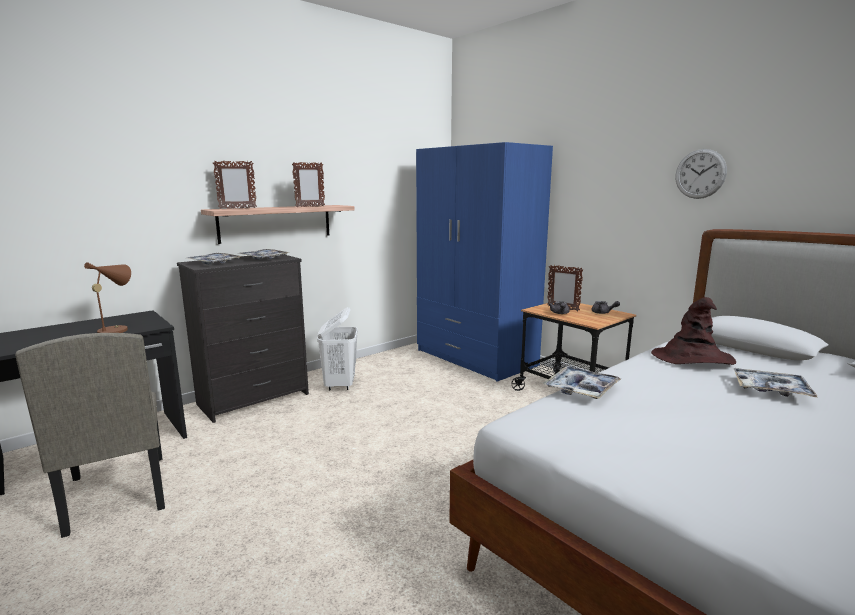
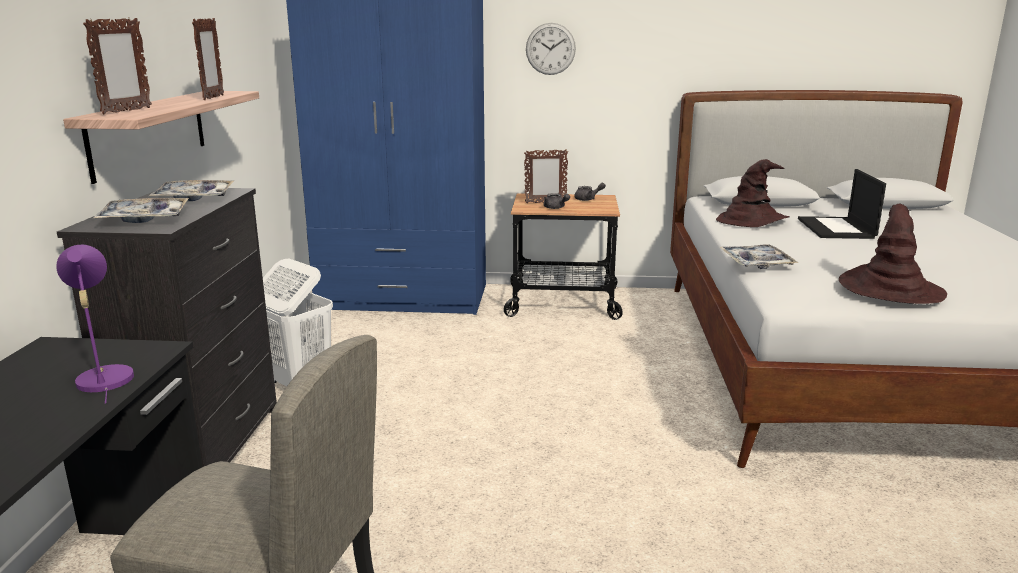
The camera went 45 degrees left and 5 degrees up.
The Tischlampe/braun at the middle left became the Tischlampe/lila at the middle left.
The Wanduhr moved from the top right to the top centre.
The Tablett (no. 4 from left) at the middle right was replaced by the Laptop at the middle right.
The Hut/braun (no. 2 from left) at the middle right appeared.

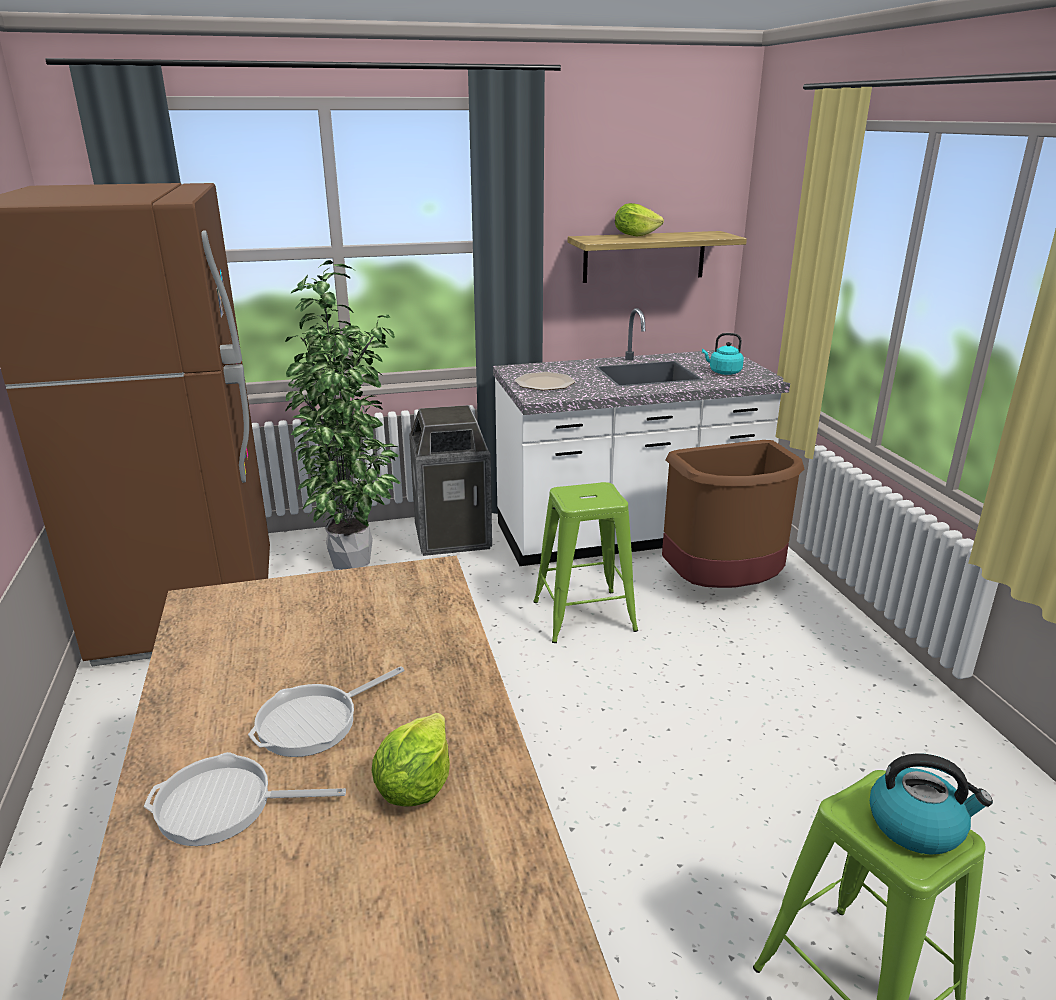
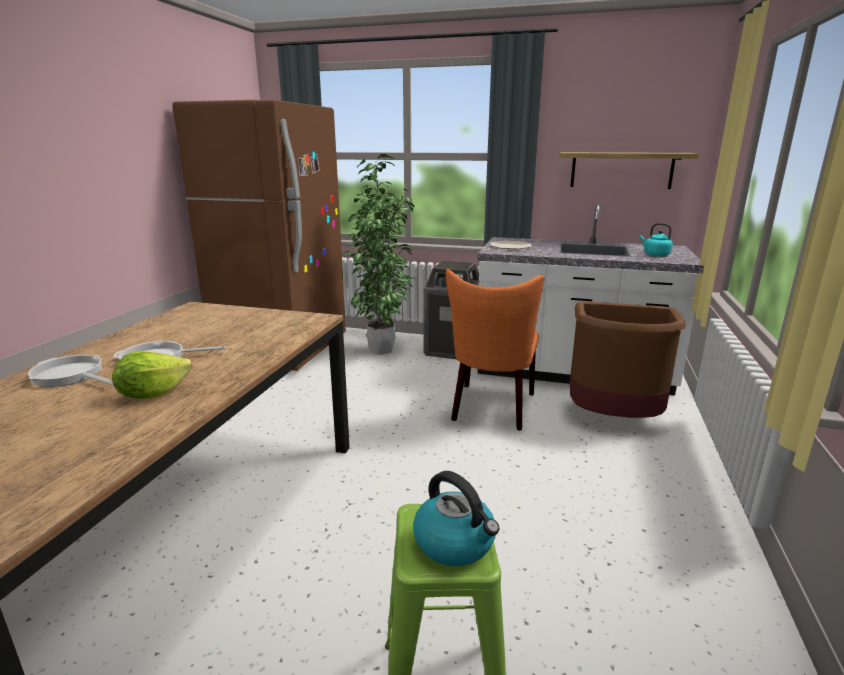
The camera went 30 degrees right and 5 degrees down.
The Hocker/grün (no. 1 from left) at the centre was replaced by the Stuhl/orange at the centre.
The Salatkopf (no. 2 from left) at the top centre disappeared.

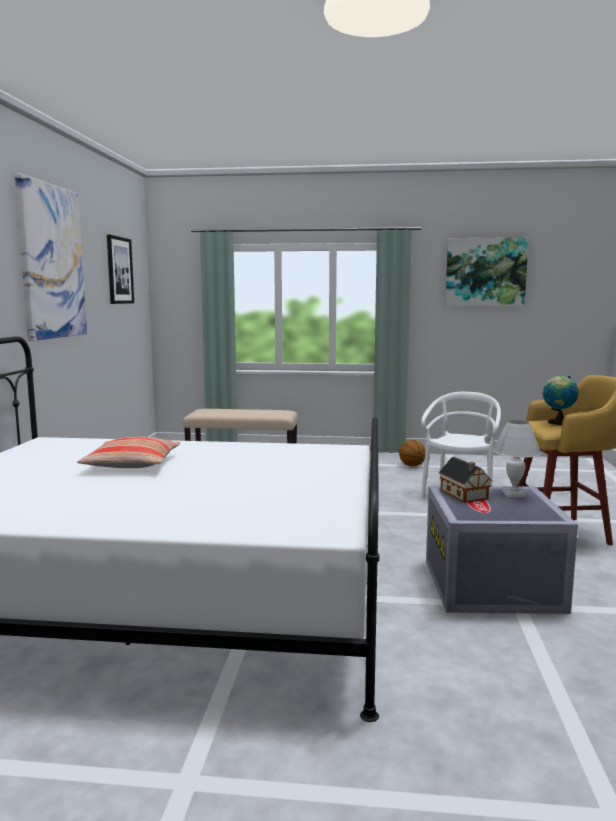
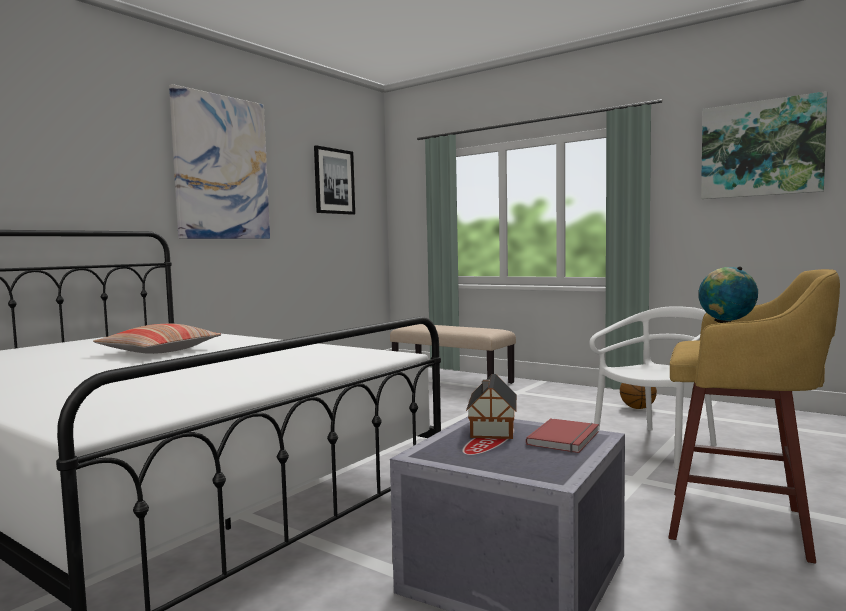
The camera went 30 degrees right and 5 degrees down.
The Tischlampe/weiß at the middle right was replaced by the Buch/rot at the bottom centre.

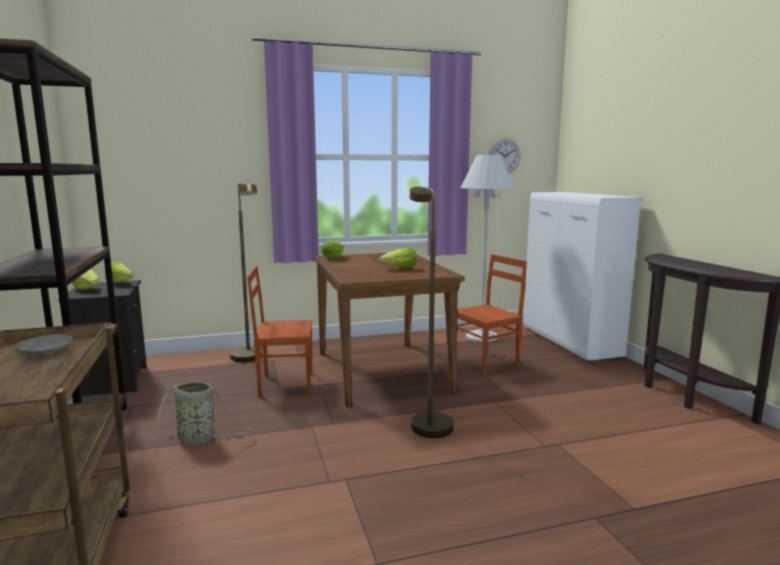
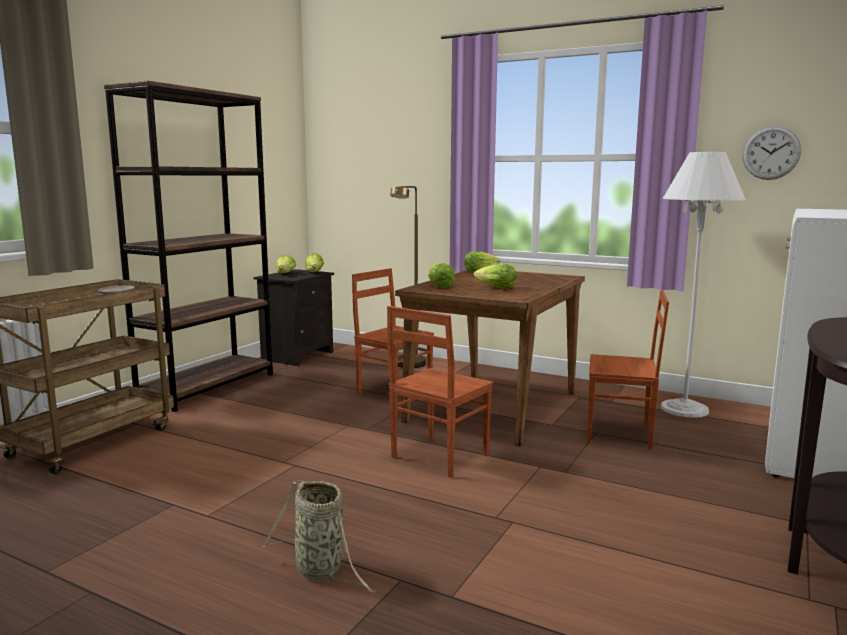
The camera went 45 degrees right and 0 degrees up.
The Korb moved from the bottom left to the bottom centre.
The Stehlampe/braun (no. 2 from left) at the centre was replaced by the Stuhl/braun (no. 2 from left) at the centre.
The Salatkopf (no. 3 from left) at the centre appeared.

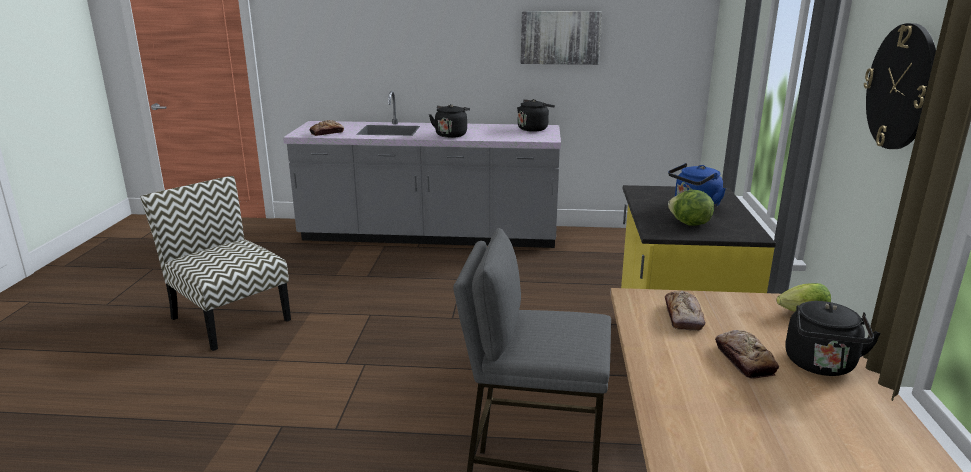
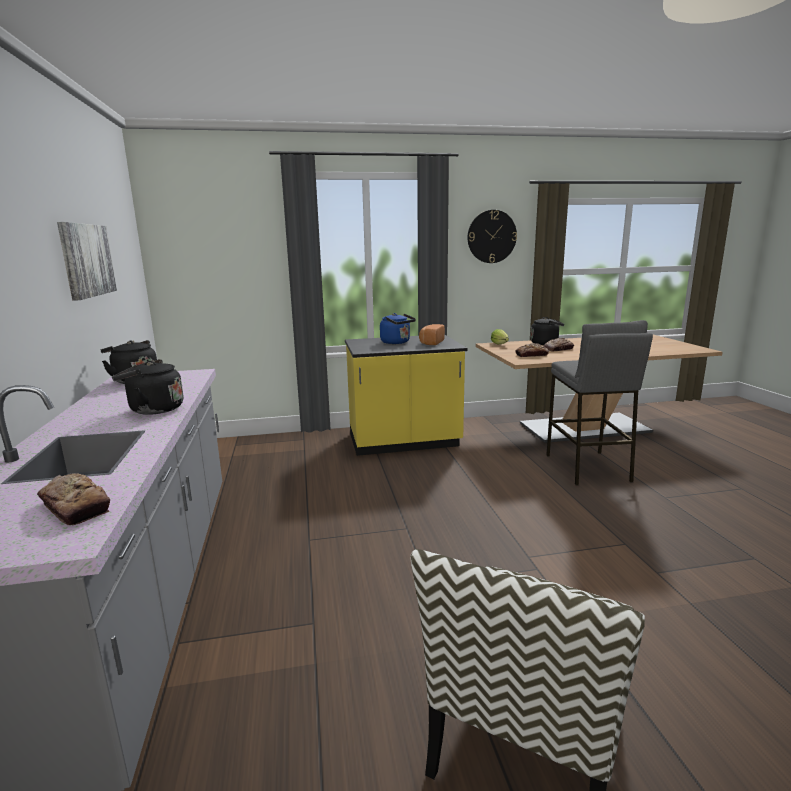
The camera went 105 degrees left and 5 degrees down.
The Salatkopf (no. 1 from left) at the middle right was replaced by the Brot (no. 2 from left) at the centre.

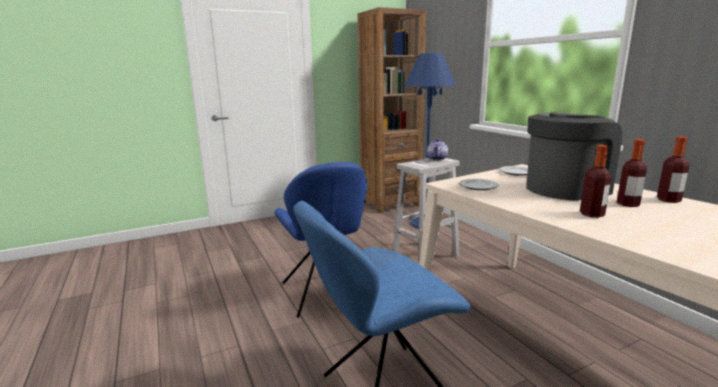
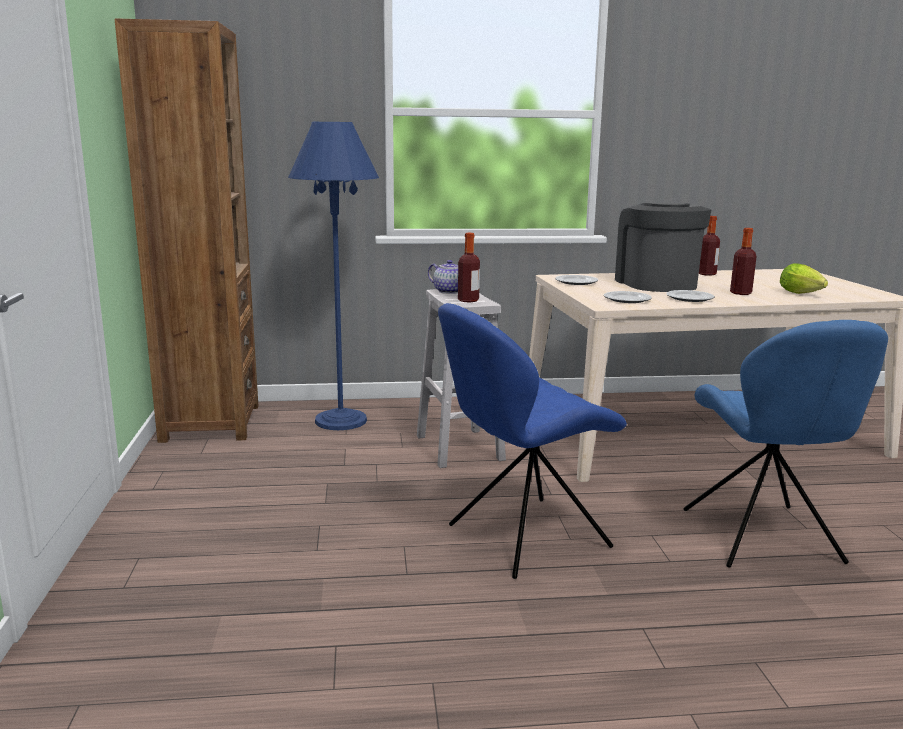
The camera went 70 degrees left and 0 degrees up.
The Stuhl/blau (no. 1 from left) at the centre turned 150 degrees clockwise.
The Flasche (no. 2 from left in the first image) moved from the middle right to the centre.
The Teller (no. 3 from left) at the middle right appeared.
The Salatkopf at the middle right appeared.

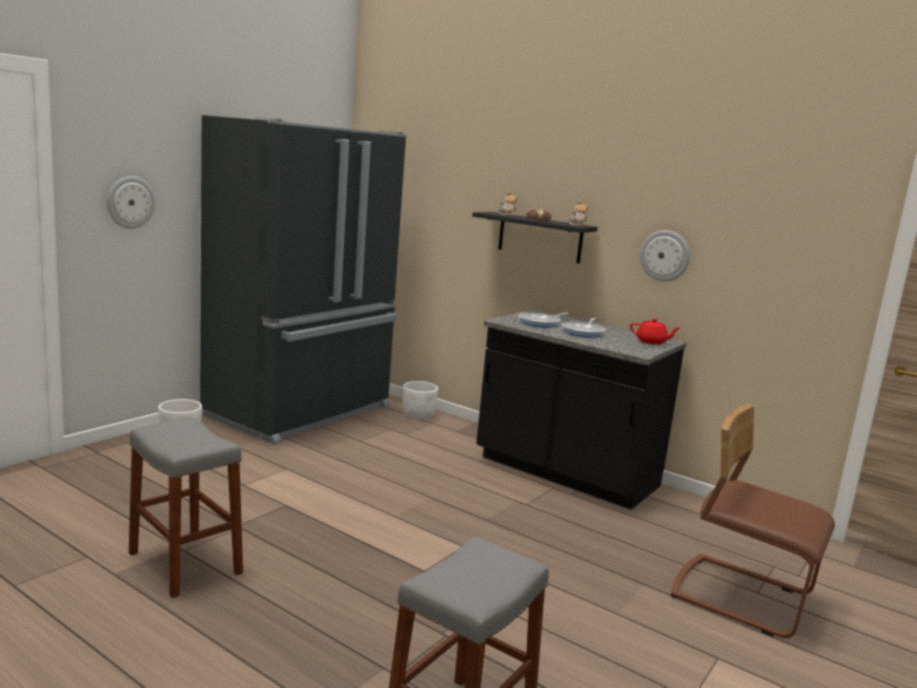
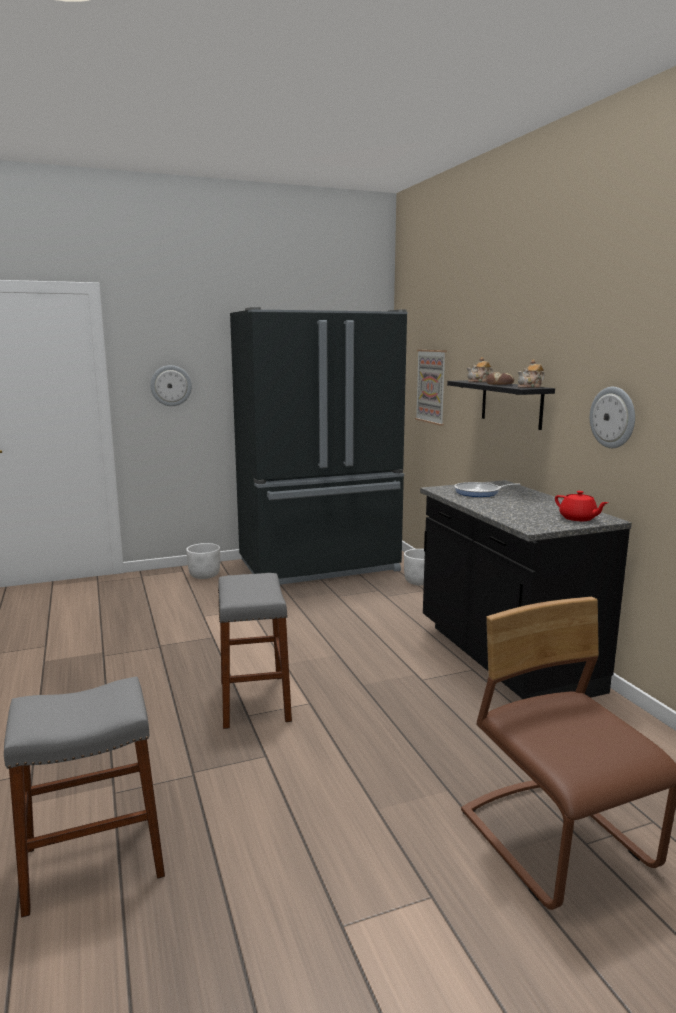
The camera went 35 degrees right and 0 degrees up.
The Hocker/grau (no. 1 from left in the first image) moved from the bottom left to the centre.
The Pfanne (no. 2 from left) at the centre disappeared.
The Bild at the centre appeared.

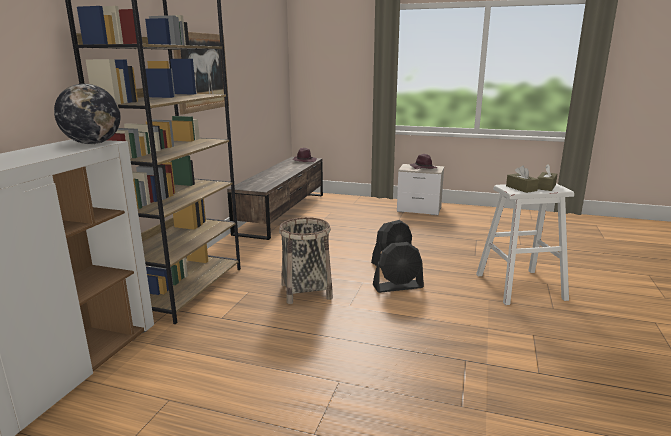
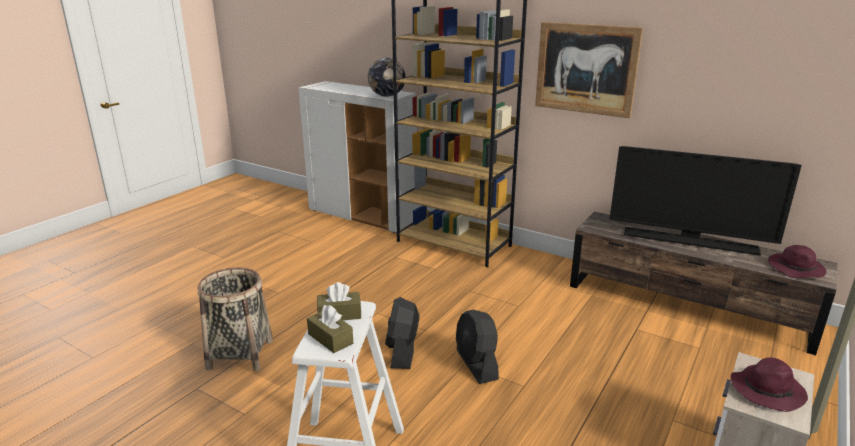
The camera went 105 degrees right and 5 degrees up.
The Korb moved from the centre to the bottom left.
The Fernseher at the middle right appeared.

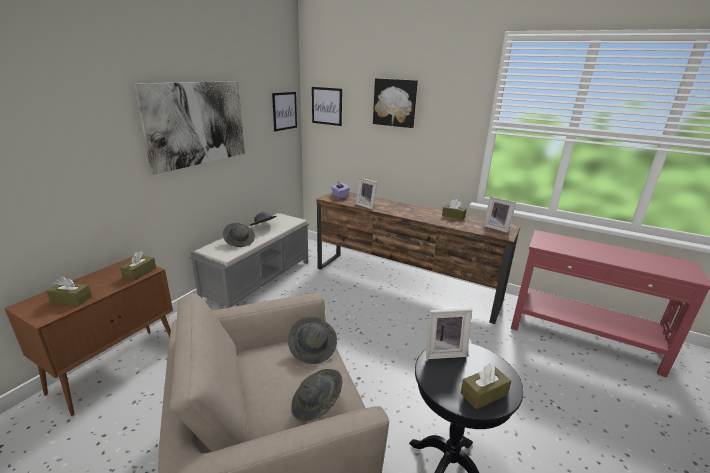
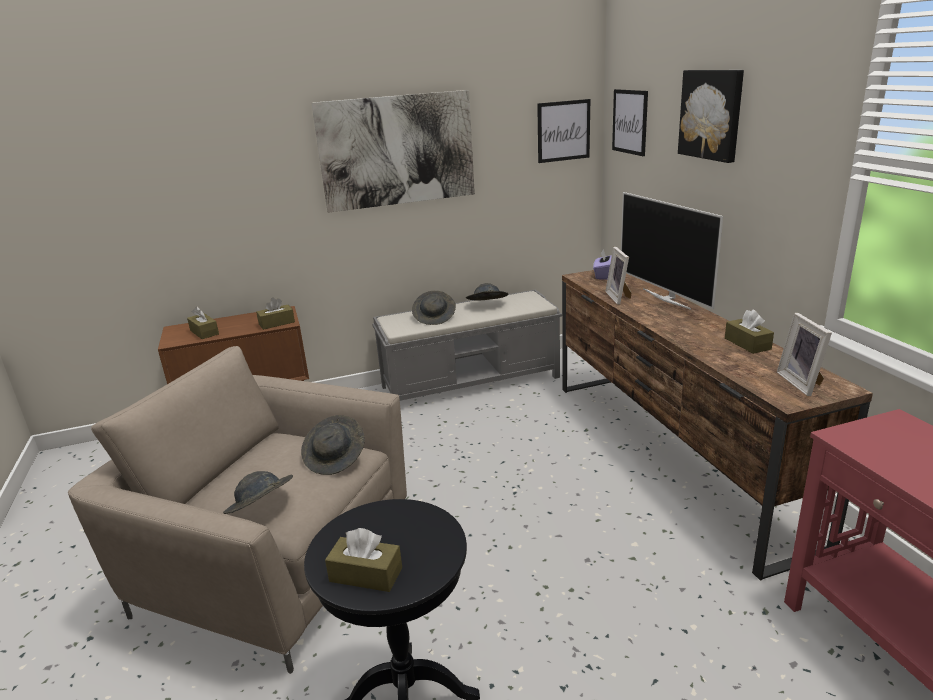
The camera went 45 degrees right and 0 degrees up.
The Bilderrahmen (no. 2 from left) at the bottom centre disappeared.
The Fernseher at the middle right appeared.

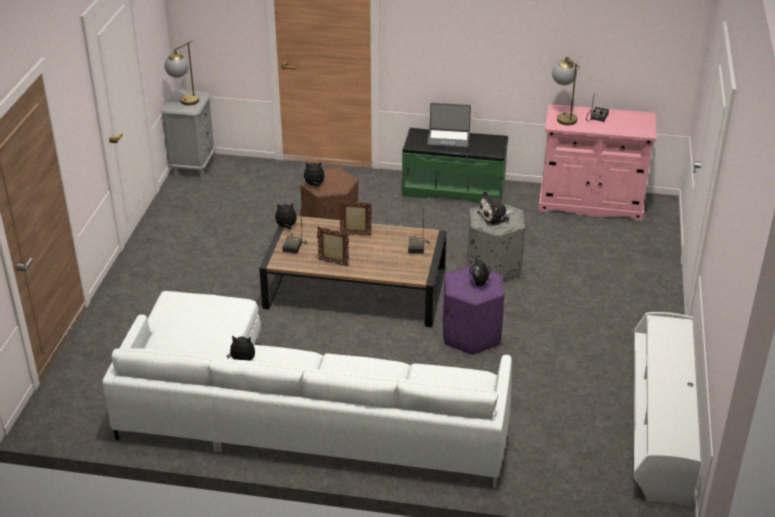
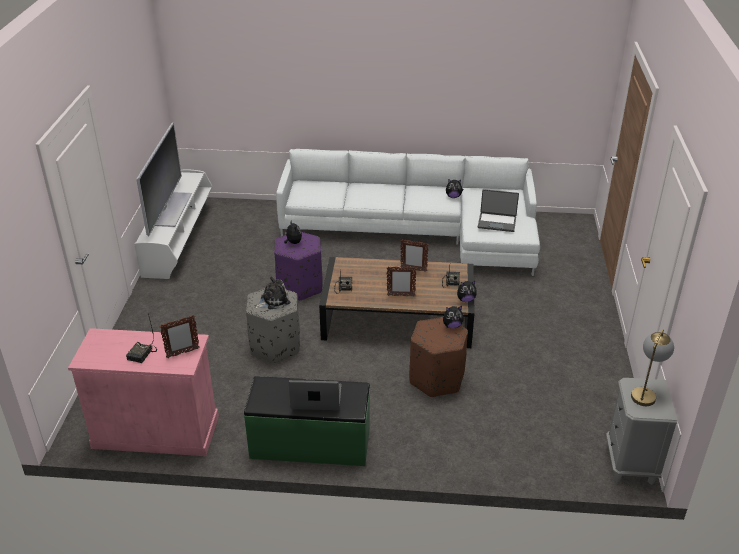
The camera went 175 degrees right and 0 degrees up.
The Tischlampe (no. 2 from left) at the top right was replaced by the Bilderrahmen (no. 1 from left) at the middle left.
The Fernseher at the top left appeared.
The Laptop (no. 2 from left) at the middle right appeared.

